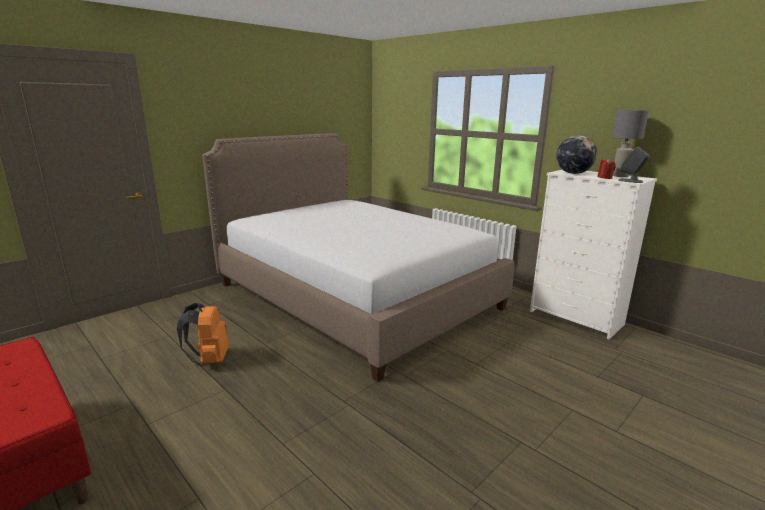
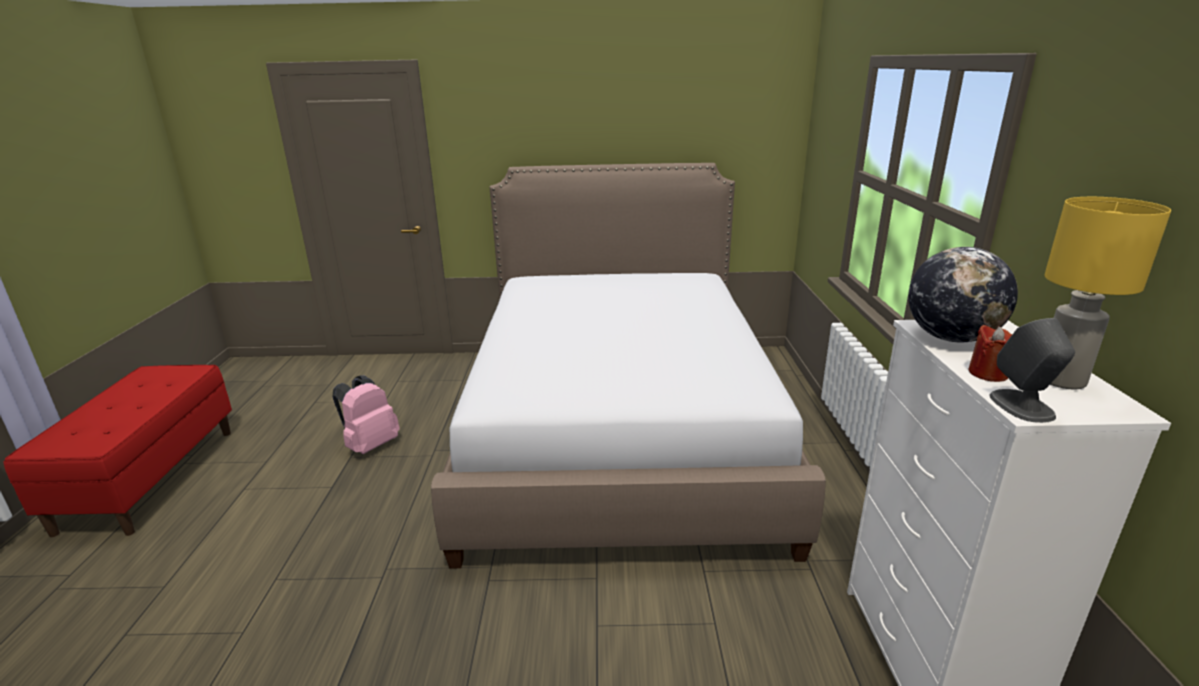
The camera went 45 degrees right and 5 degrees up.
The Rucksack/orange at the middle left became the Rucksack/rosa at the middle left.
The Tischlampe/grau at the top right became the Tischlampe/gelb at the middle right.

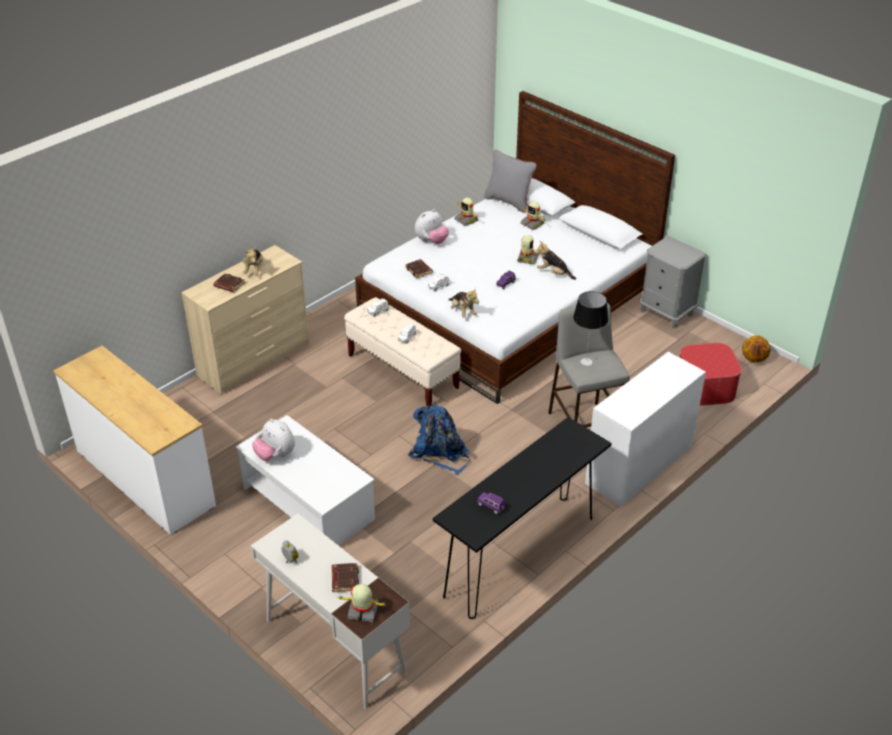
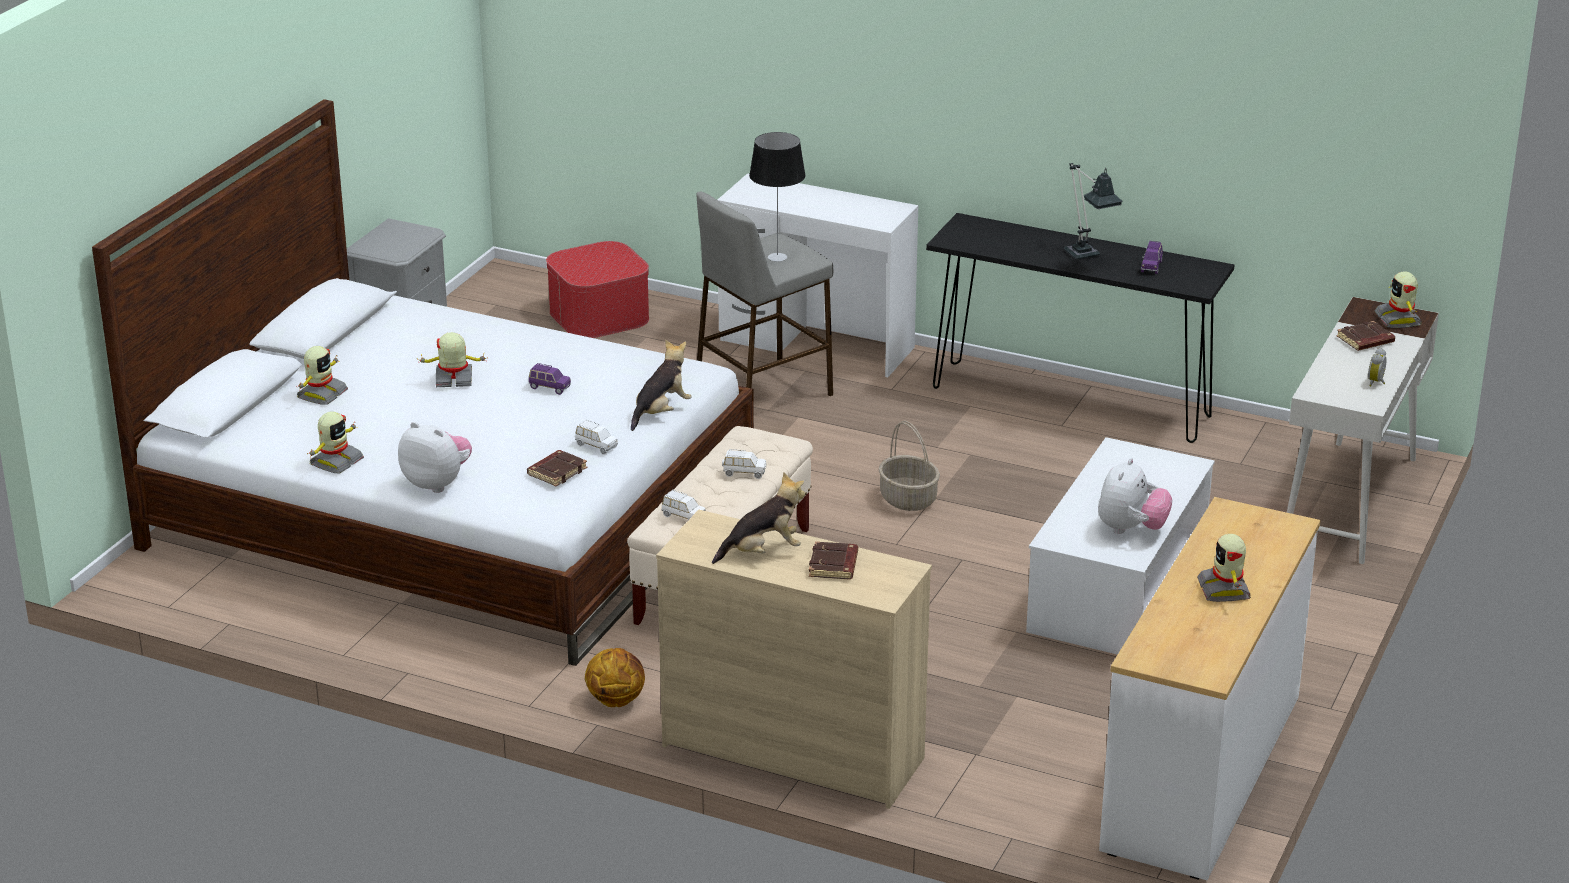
The camera went 110 degrees left and 10 degrees down.
The Rucksack/blau at the centre was replaced by the Korb at the centre.
The Kissen/grau at the top centre disappeared.
The Plüschtier (no. 5 from left) at the centre disappeared.
The Basketball moved from the middle right to the bottom centre.
The Tischlampe (no. 2 from left) at the top right appeared.
The Spielzeugroboter (no. 4 from left) at the middle right appeared.

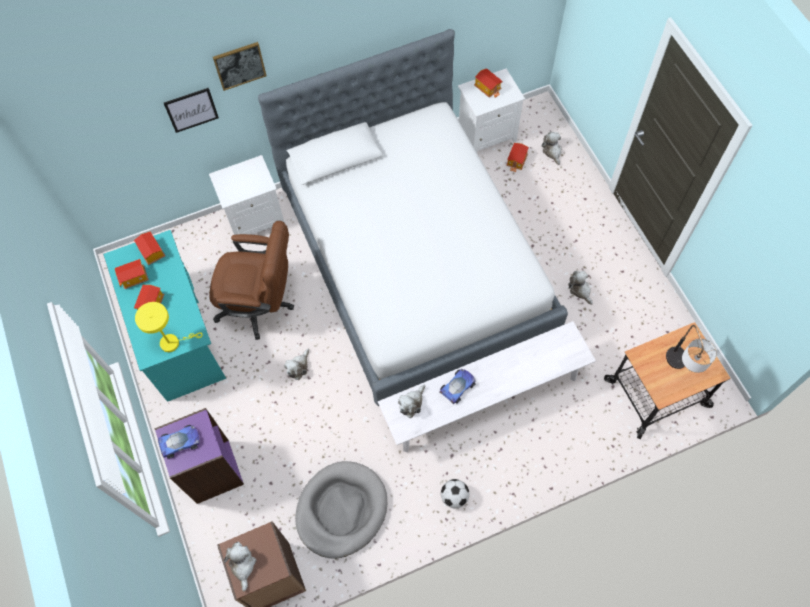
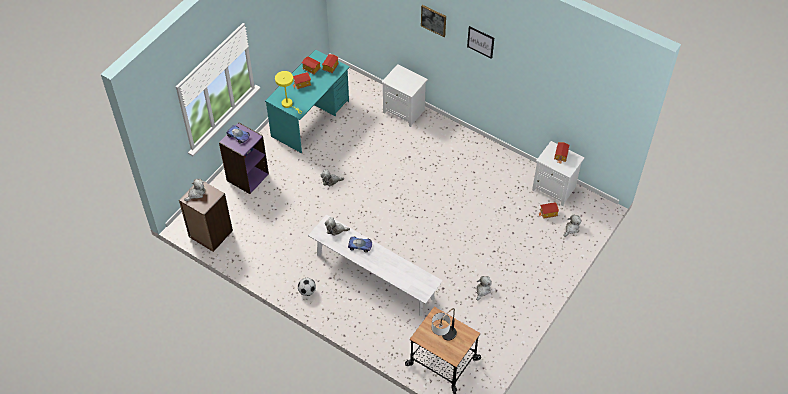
The camera went 55 degrees right and 10 degrees down.
The Bild (no. 1 from left in the first image) moved from the top left to the top centre.
The Bürostuhl/braun at the middle left disappeared.
The Bett at the centre disappeared.
The Hundebett/grau at the bottom centre disappeared.

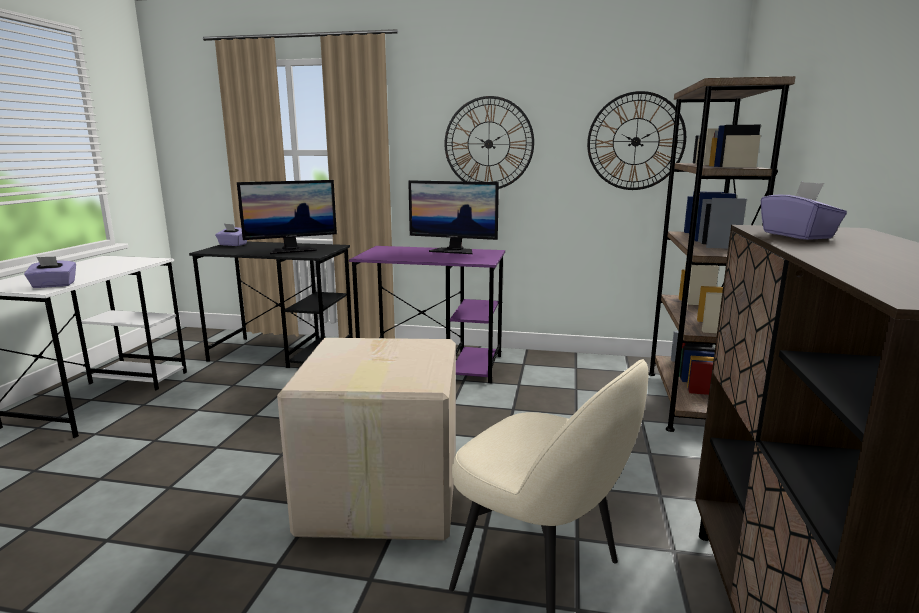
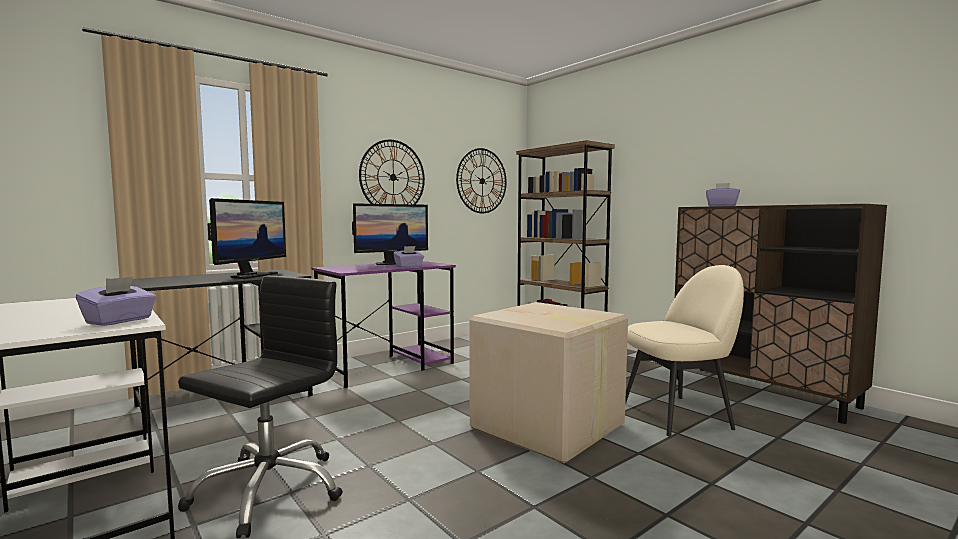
The camera went 50 degrees left and 10 degrees down.
The Taschentuchbox/lila (no. 2 from left) moved from the middle left to the centre.
The Bürostuhl/schwarz at the bottom left appeared.

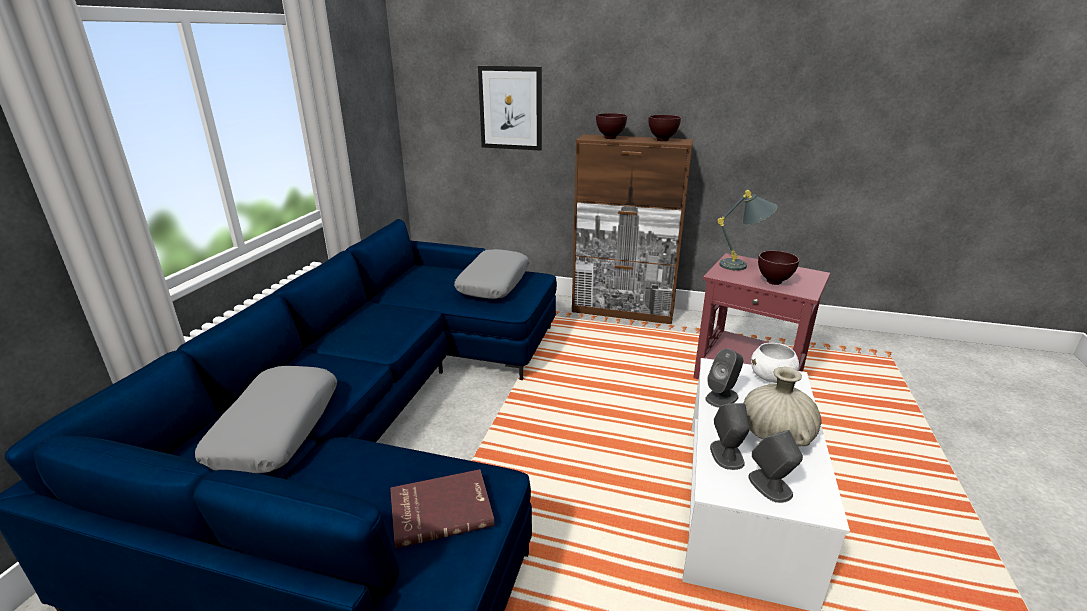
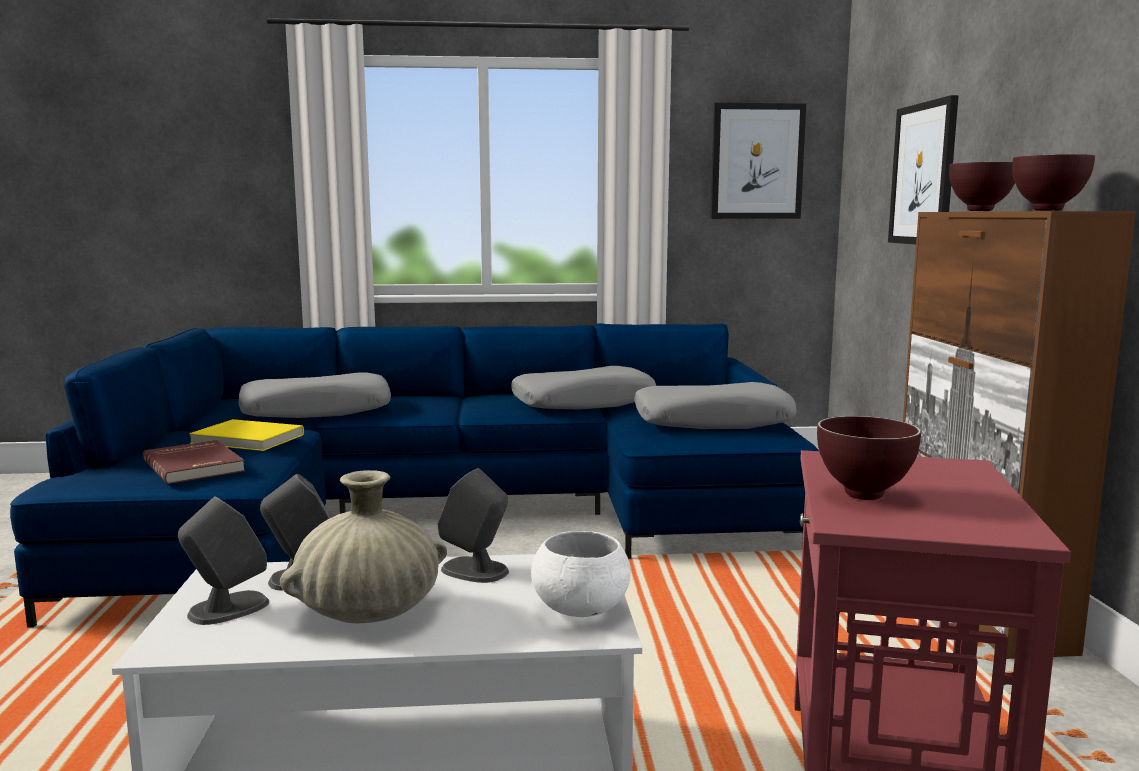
The camera went 70 degrees right and 15 degrees down.
The Tischlampe/grau at the middle right disappeared.
The Buch/gelb at the middle left appeared.
The Kissen/grau (no. 2 from left) at the centre appeared.
The Bild (no. 1 from left) at the top centre appeared.

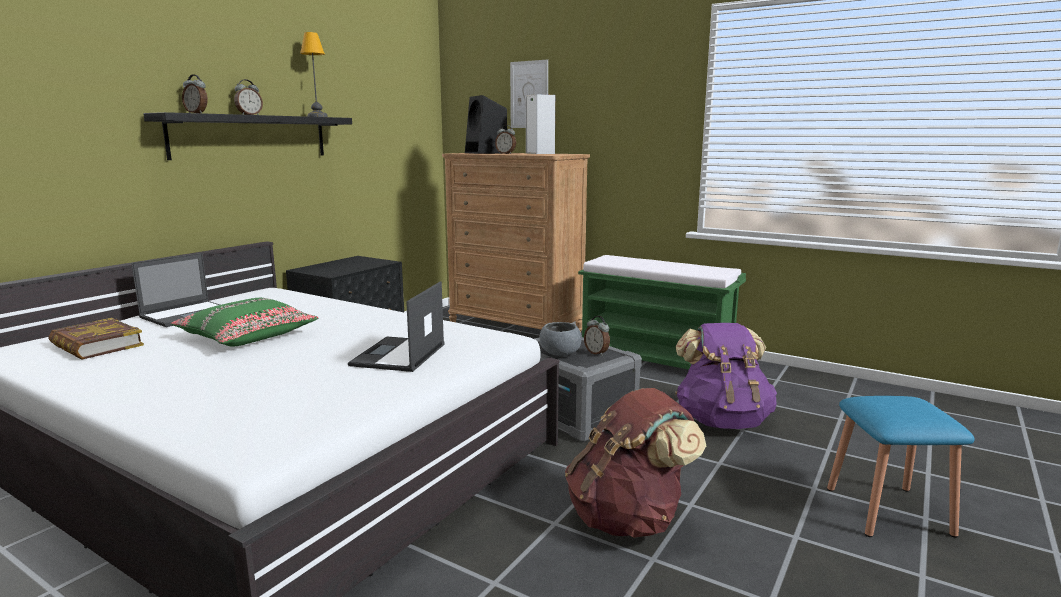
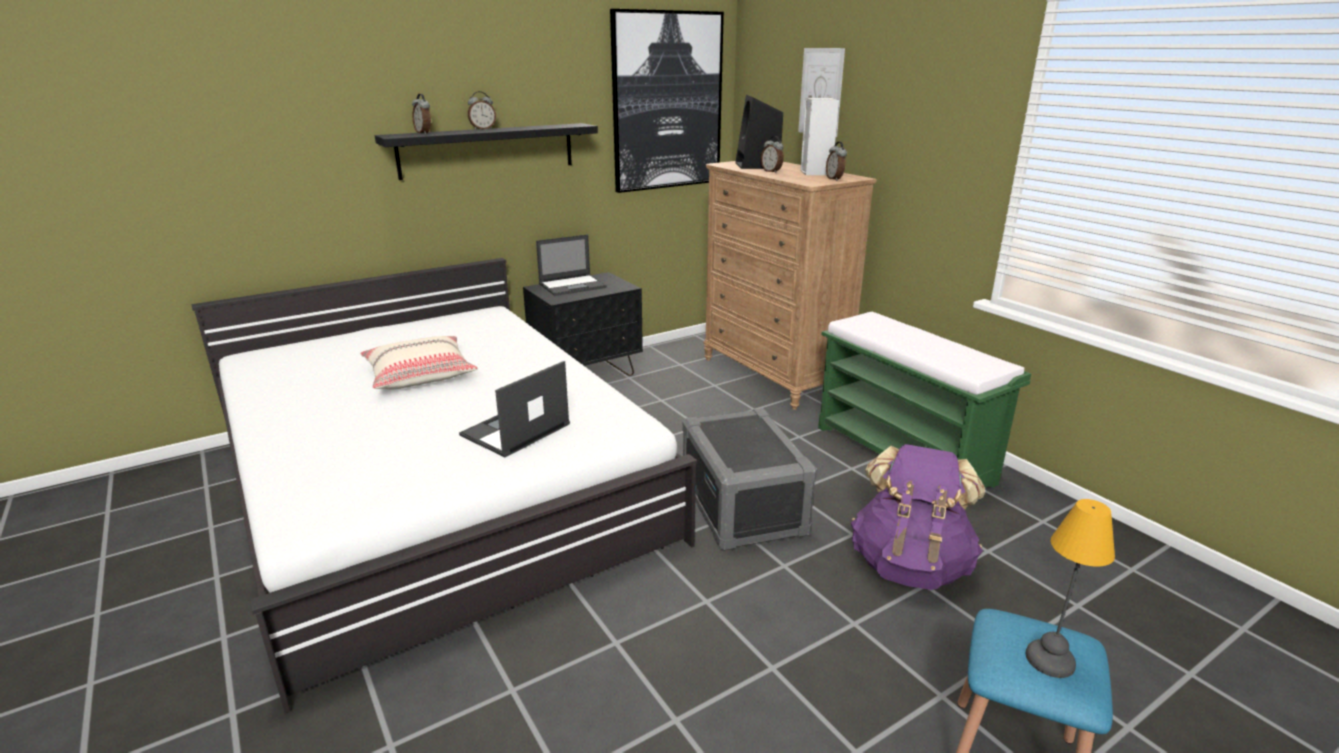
The camera went 25 degrees right and 10 degrees up.
The Buch at the middle left disappeared.
The Laptop (no. 1 from left in the first image) moved from the middle left to the centre.
The Kissen/grün at the middle left became the Kissen/beige at the middle left.
The Tischlampe moved from the top left to the bottom right.
The Schüssel/grau at the centre disappeared.
The Rucksack/braun at the bottom centre disappeared.
The Wecker (no. 4 from left) moved from the centre to the top centre.
The Bild (no. 1 from left) at the top centre appeared.

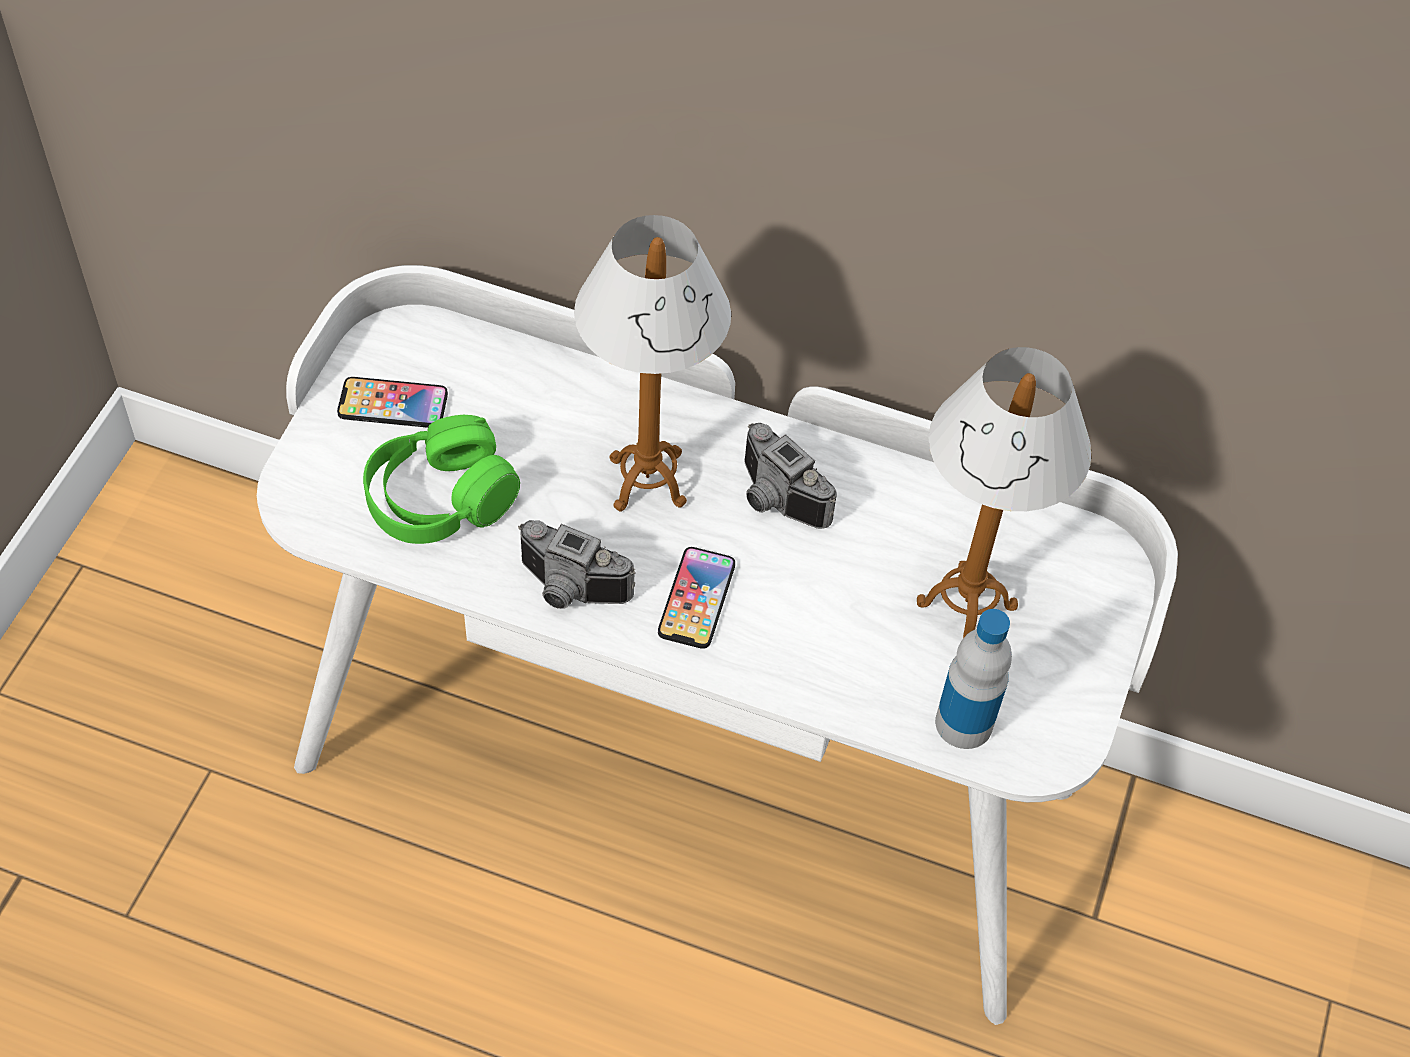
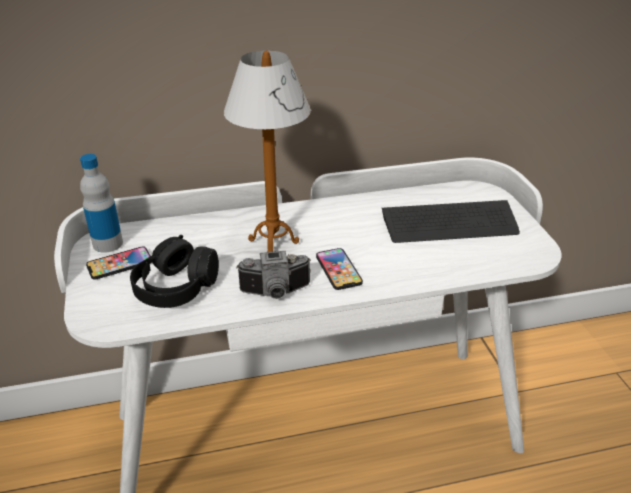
The camera went 30 degrees left and 20 degrees down.
The Kopfhörer/grün at the middle left became the Kopfhörer/schwarz at the middle left.
The Kamera (no. 2 from left) at the centre disappeared.
The Tischlampe (no. 2 from left) at the middle right was replaced by the Tastatur at the middle right.
The Flasche moved from the middle right to the middle left.

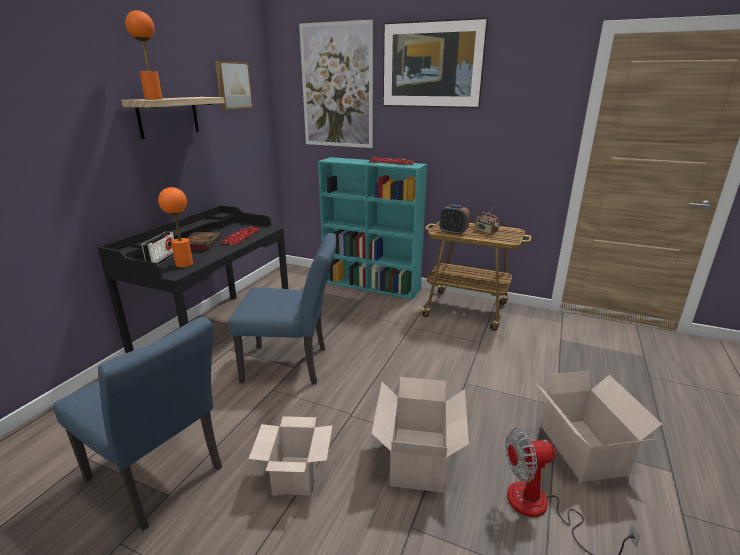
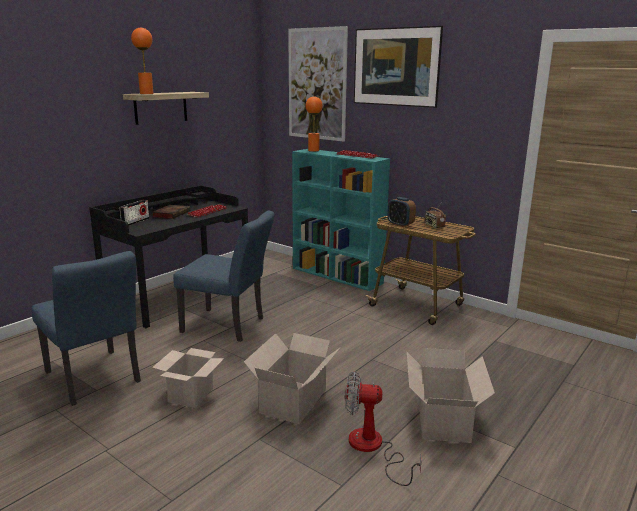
The camera went 15 degrees right and 5 degrees down.
The Tischlampe/orange (no. 2 from left) moved from the middle left to the top centre.
The Bild (no. 1 from left) at the top left disappeared.

